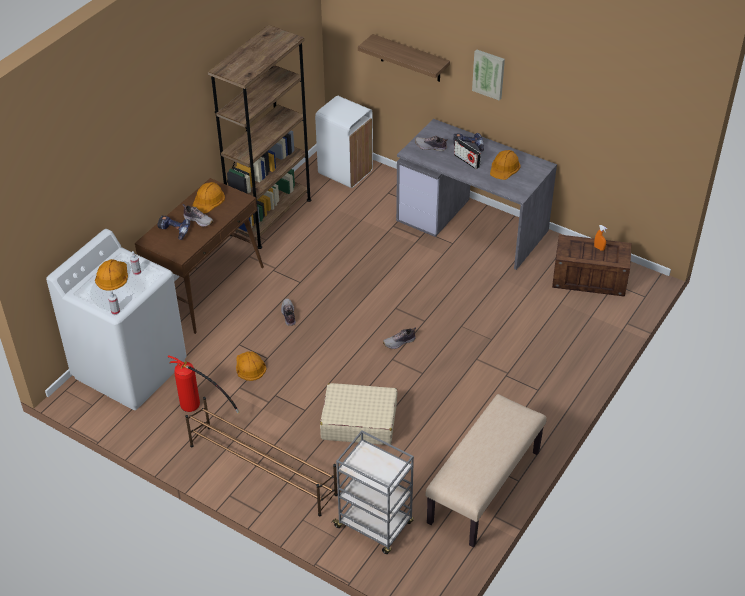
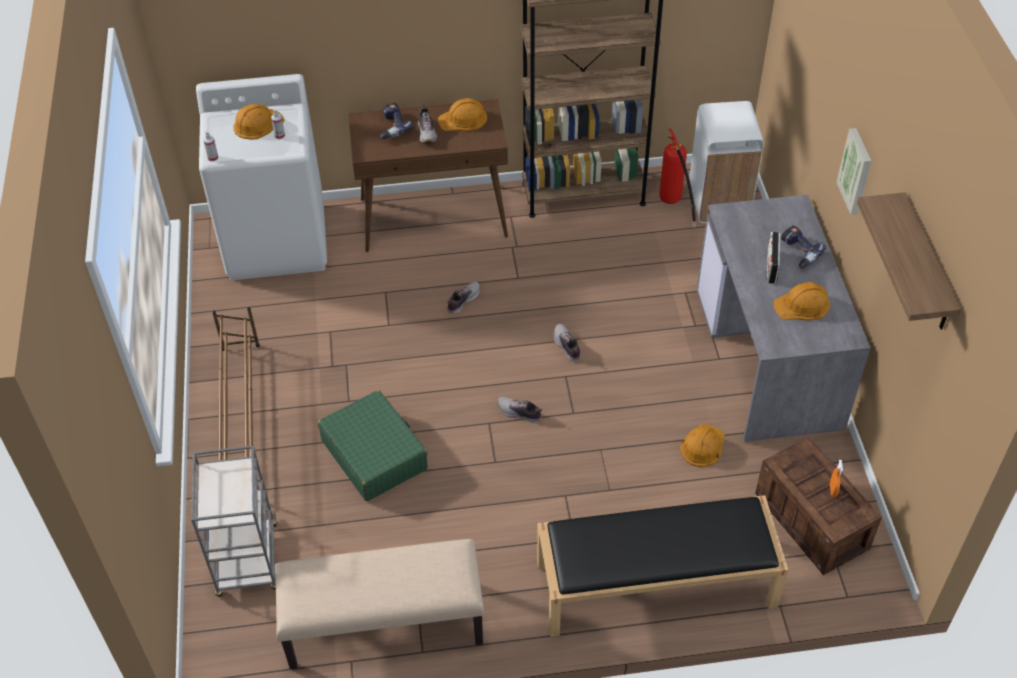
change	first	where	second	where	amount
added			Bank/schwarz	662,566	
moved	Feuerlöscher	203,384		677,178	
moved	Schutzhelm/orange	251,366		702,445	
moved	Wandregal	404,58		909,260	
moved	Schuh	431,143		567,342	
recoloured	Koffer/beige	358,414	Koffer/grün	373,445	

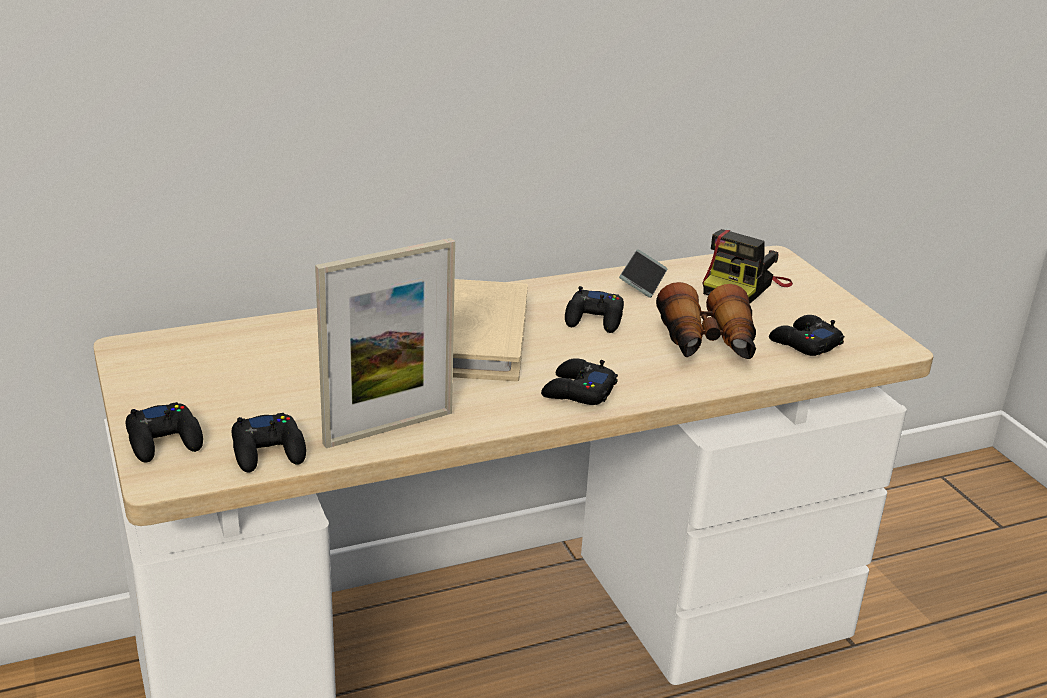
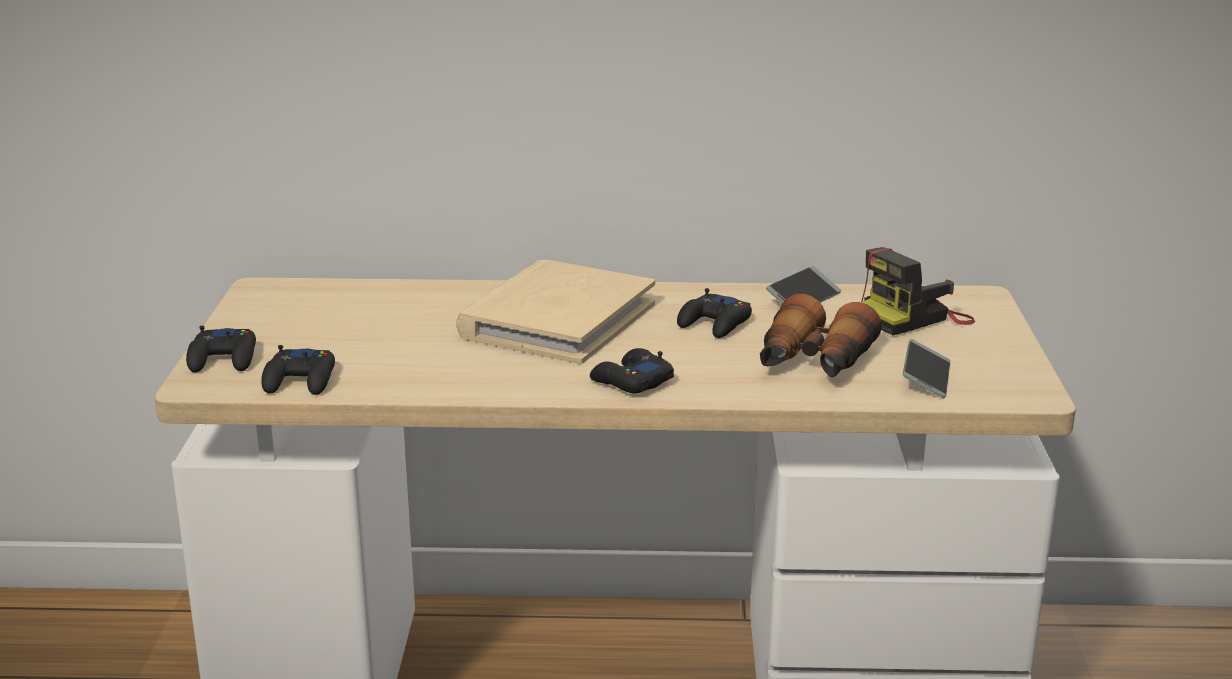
change	first	where	second	where	amount
removed	Bilderrahmen	385,343			
replaced	Gamepad/schwarz	807,335	Handy	926,368	

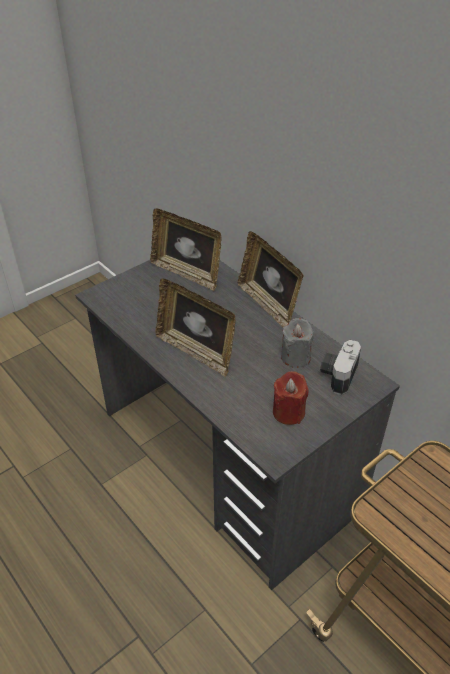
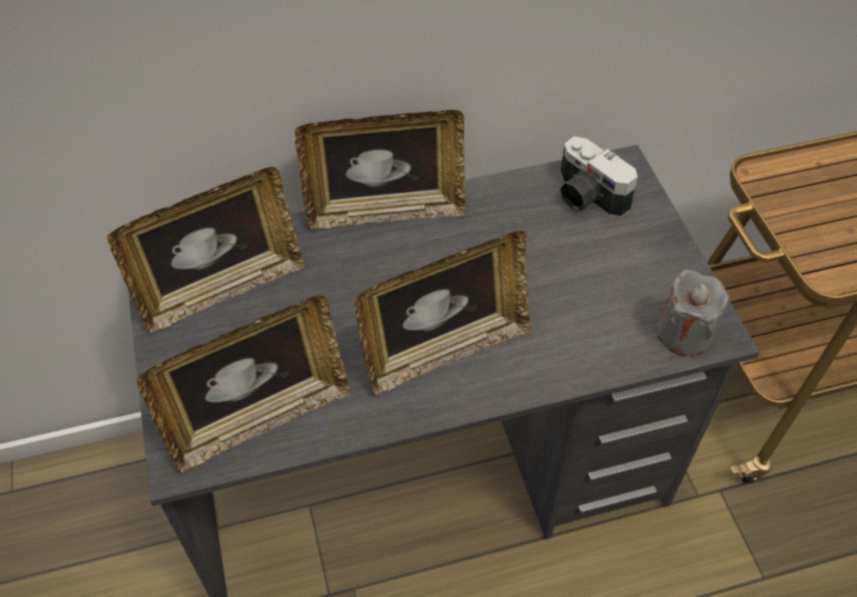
change	first	where	second	where	amount
removed	Kerze/rot	291,398			
added			Bilderrahmen	244,383	
moved	Kerze/grau	297,343		693,312	

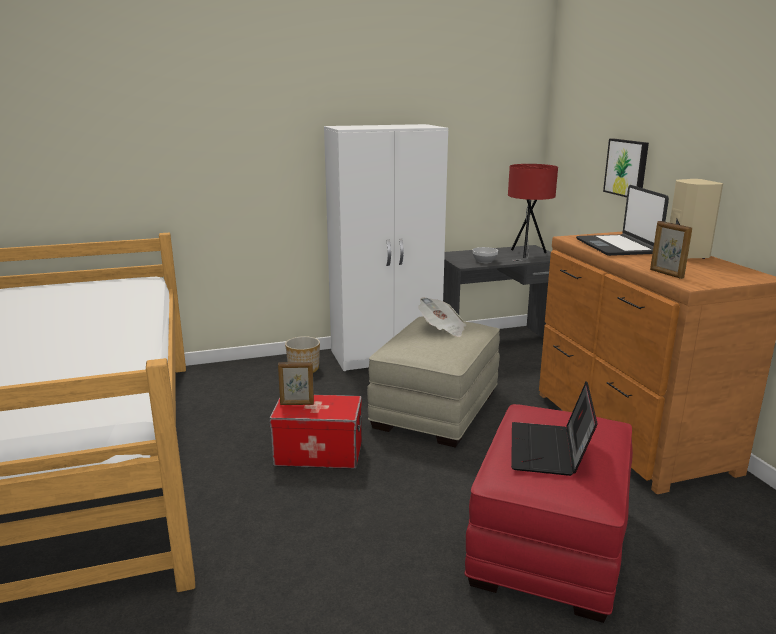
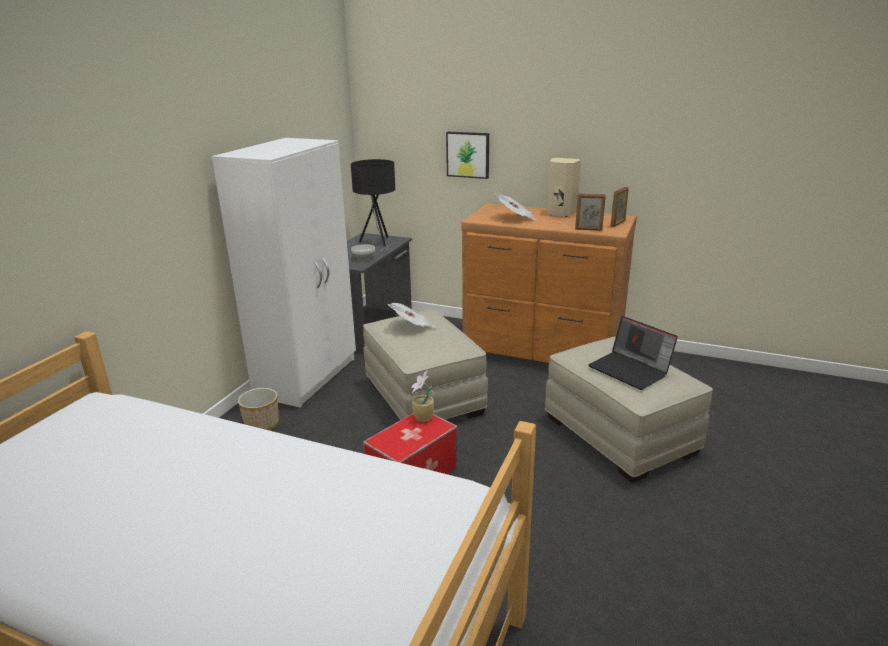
change	first	where	second	where	amount
added			Topfpflanze	422,396	
moved	Bilderrahmen	296,383		620,207	
replaced	Laptop	622,220	Zeitung	515,206	
recoloured	Polsterhocker/rot	549,513	Polsterhocker/beige	629,410	
recoloured	Tischlampe/rot	533,213	Tischlampe/schwarz	373,205	

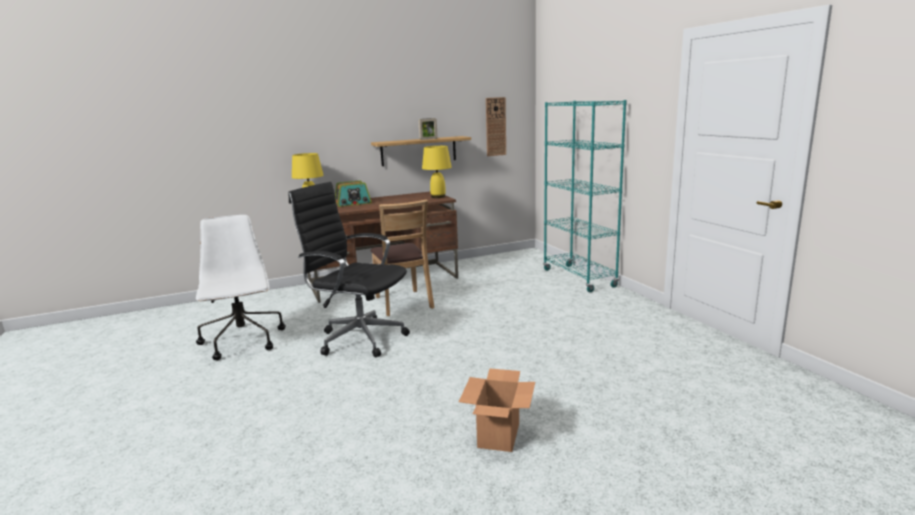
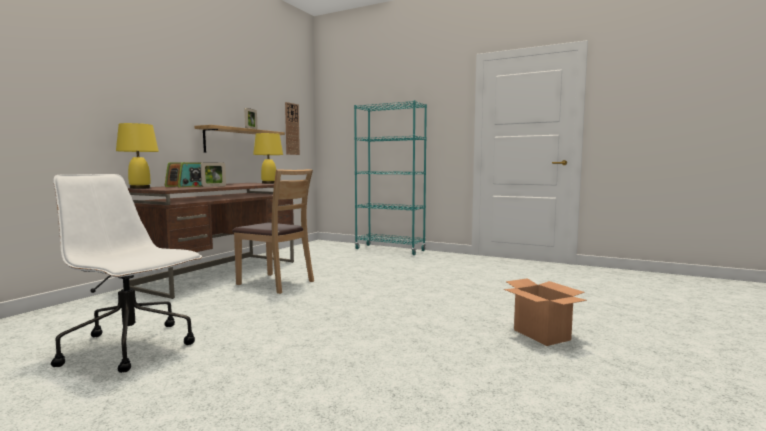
change	first	where	second	where	amount
removed	Bürostuhl/schwarz	349,270			
added			Bilderrahmen	213,174	

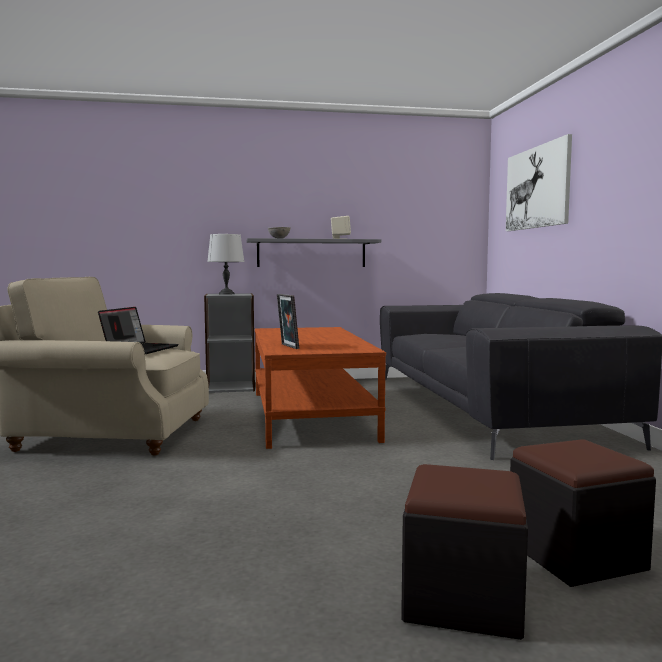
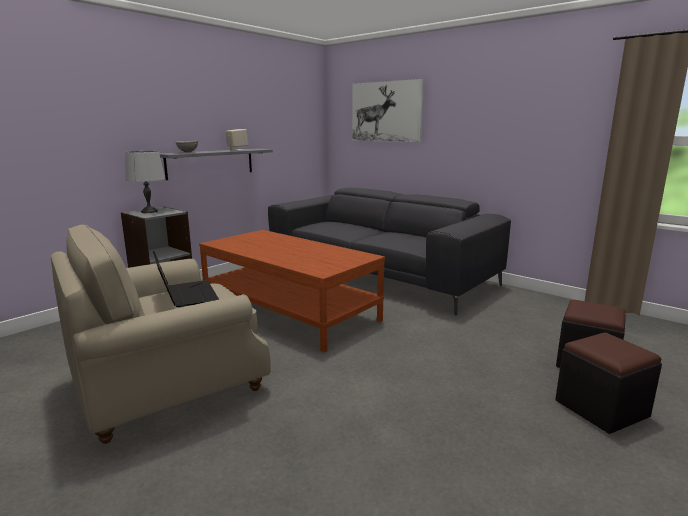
change	first	where	second	where	amount
removed	Bilderrahmen	288,321			

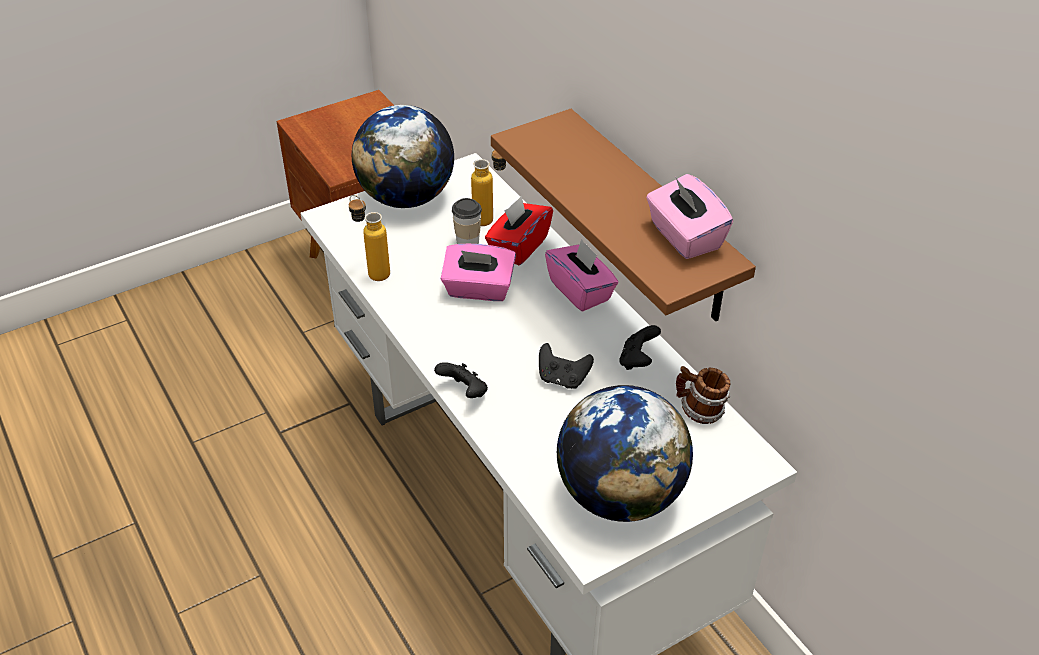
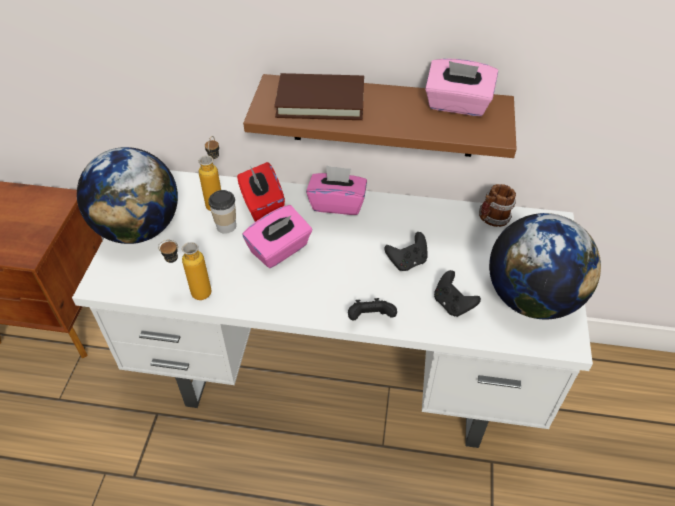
change	first	where	second	where	amount
added			Buch/braun	319,96	
moved	Gamepad/schwarz	640,347		457,293	

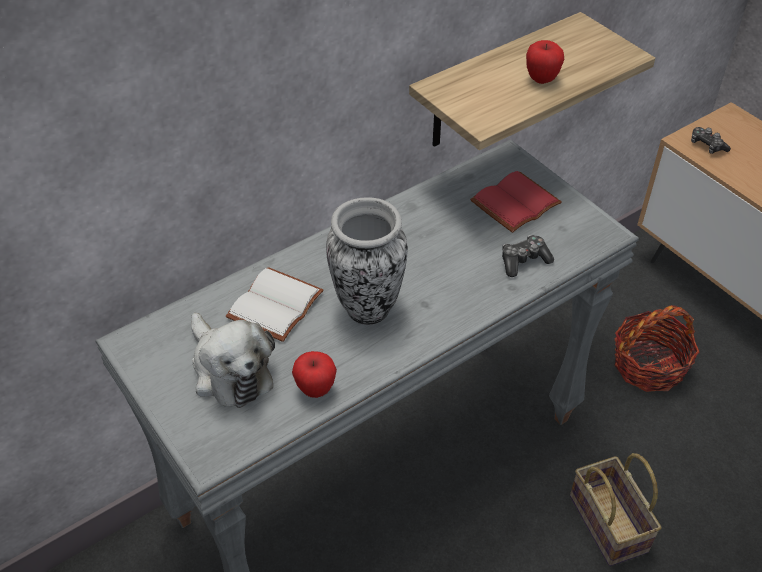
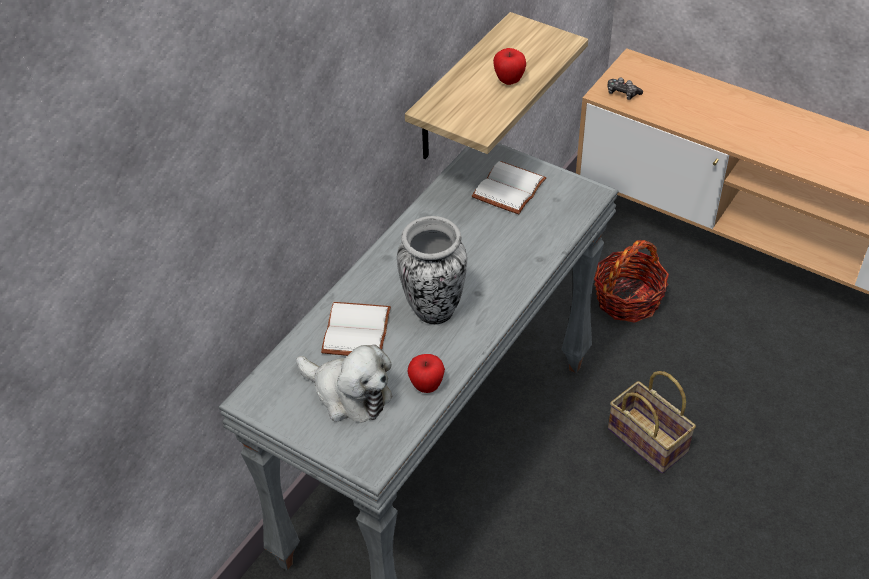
change	first	where	second	where	amount
removed	Gamepad	528,256			
recoloured	Buch/rot	516,202	Buch/weiß	509,187	

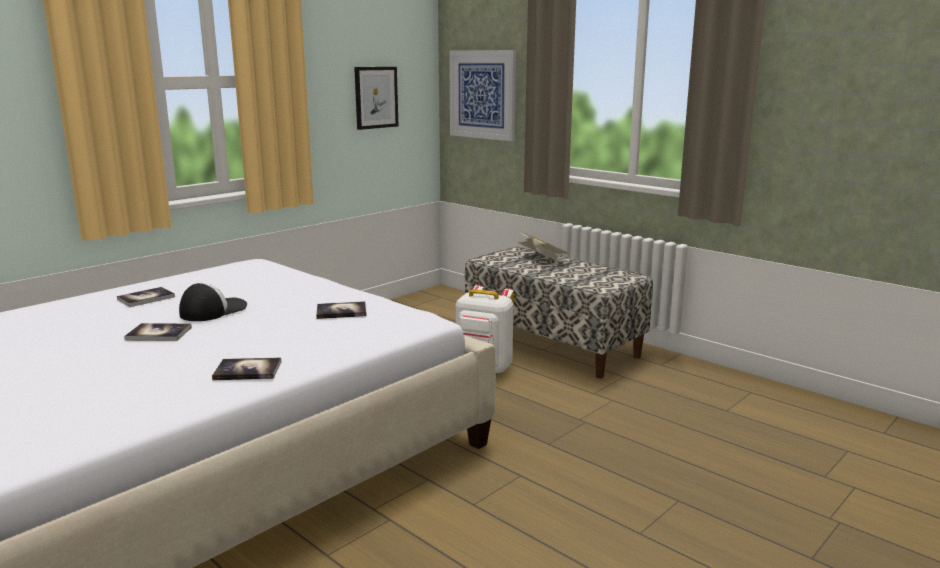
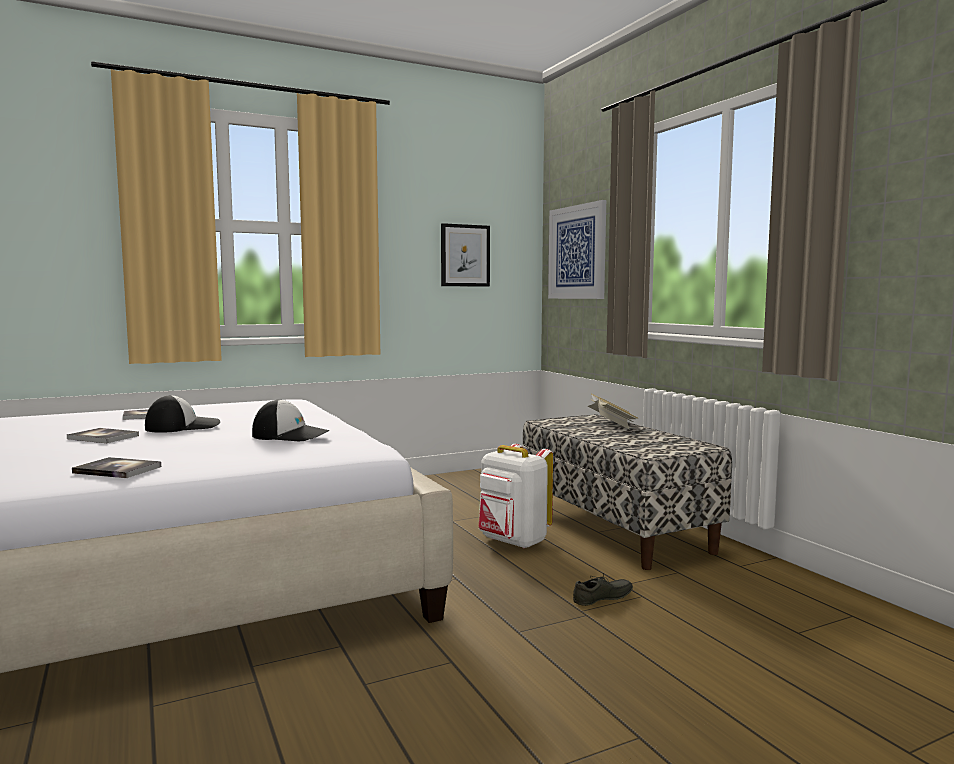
change	first	where	second	where	amount
added			Schuh/grau	603,590	
replaced	Buch	341,310	Kappe	291,420	

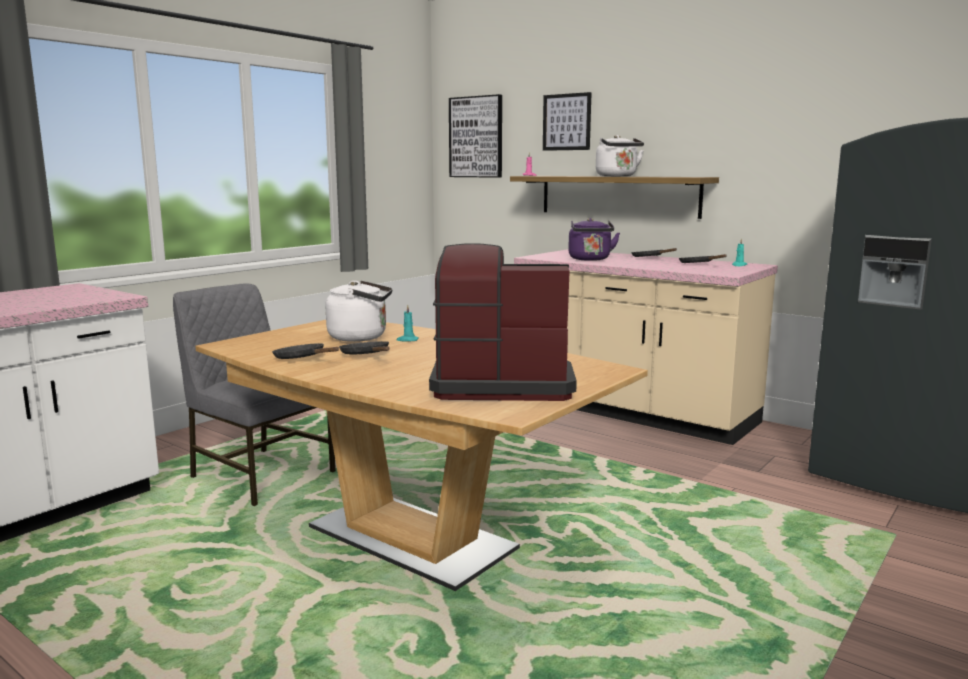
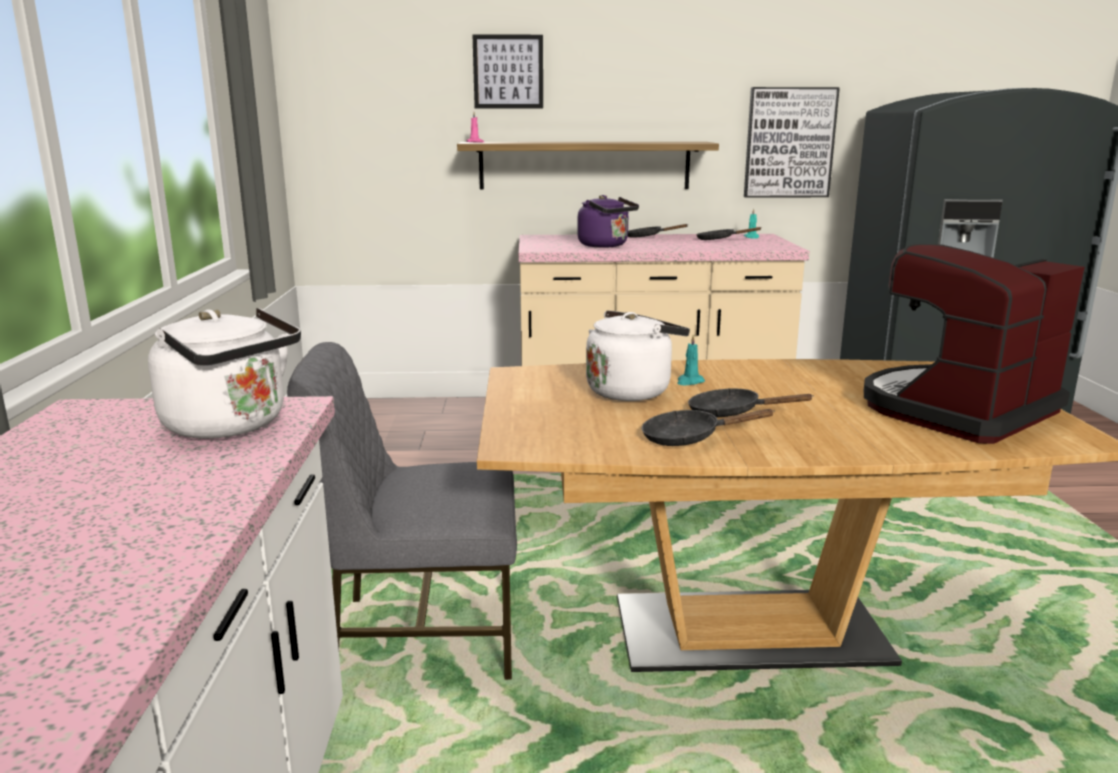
change	first	where	second	where	amount
moved	Bild	475,136		792,142	
moved	Wasserkessel/weiß	620,155		224,373	

